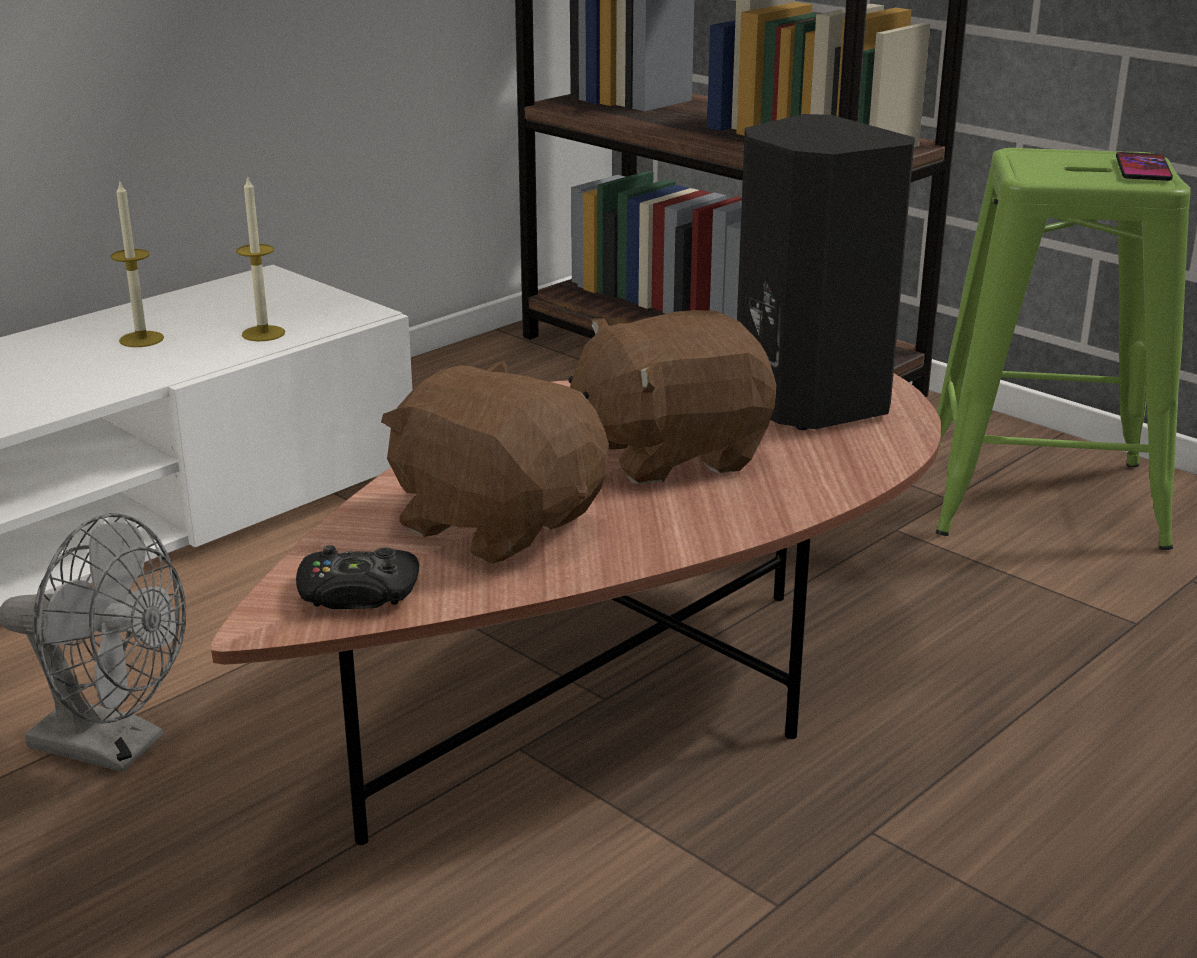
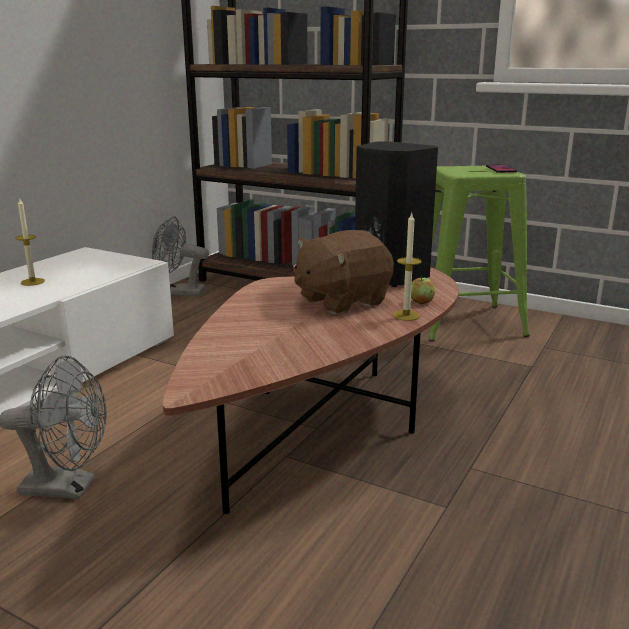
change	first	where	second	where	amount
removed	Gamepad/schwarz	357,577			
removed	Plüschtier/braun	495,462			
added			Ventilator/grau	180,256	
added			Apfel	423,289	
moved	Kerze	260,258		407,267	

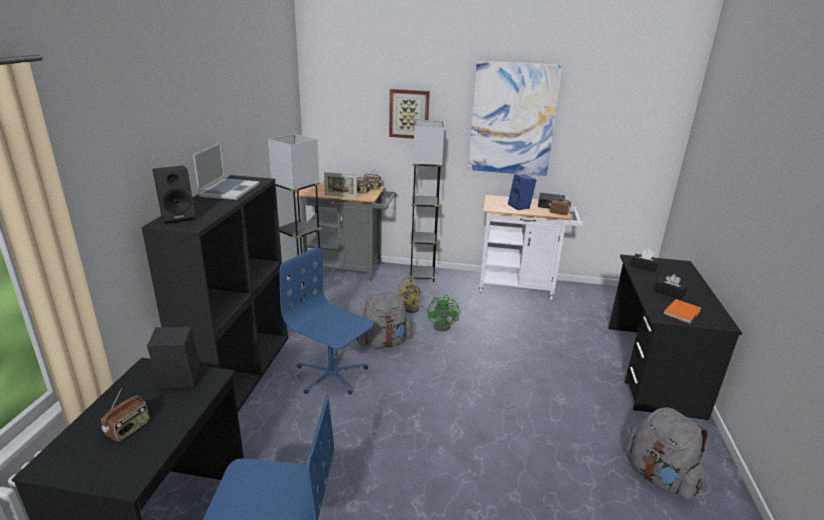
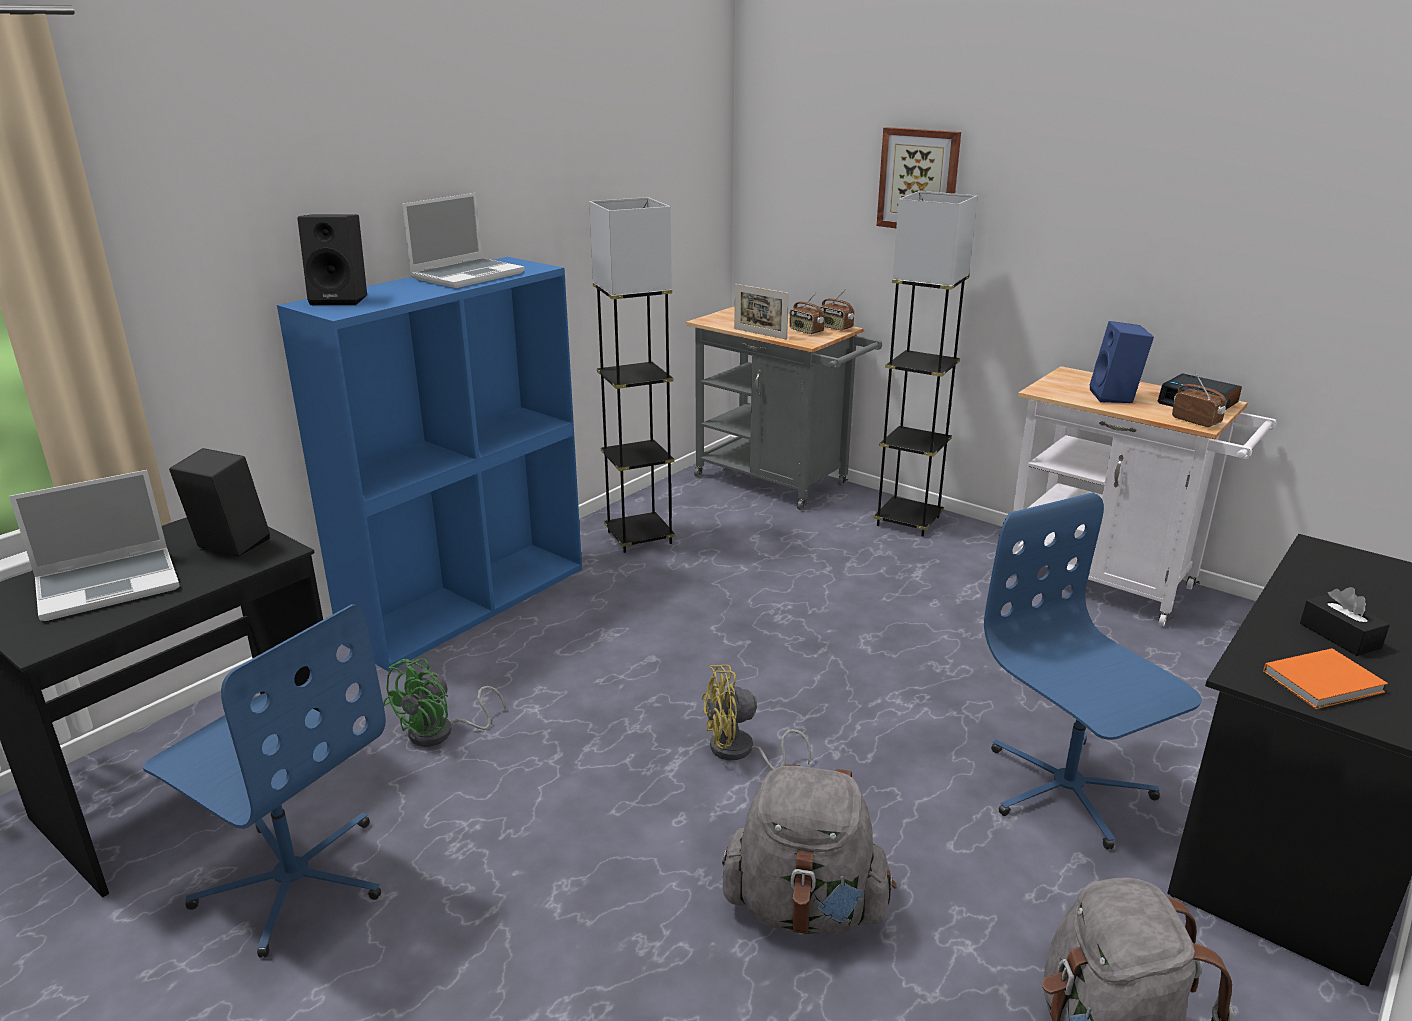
change	first	where	second	where	amount
removed	Bild	515,118			
removed	Taschentuchbox/schwarz	645,260			
moved	Bürostuhl/blau	326,321		1093,670	
moved	Rucksack/grau	385,320		809,849	
moved	Ventilator/gelb	418,295		756,717	
moved	Ventilator/grün	443,313		444,702	
replaced	Radio	125,415	Laptop	94,545	
recoloured	Bücherregal/schwarz	214,293	Bücherregal/blau	429,464	

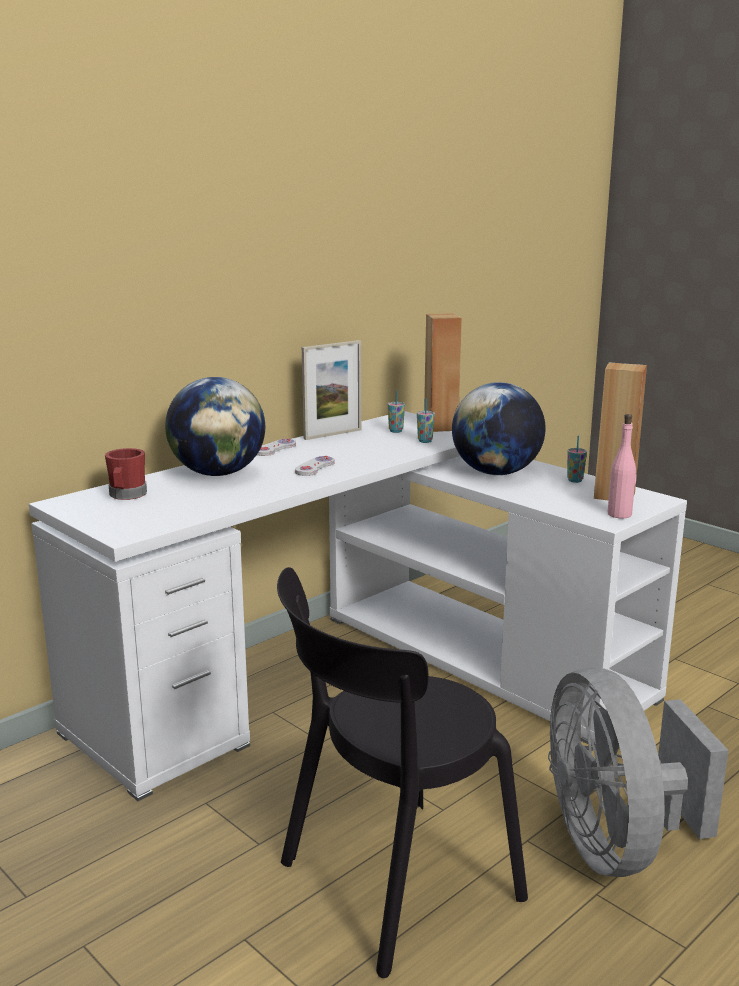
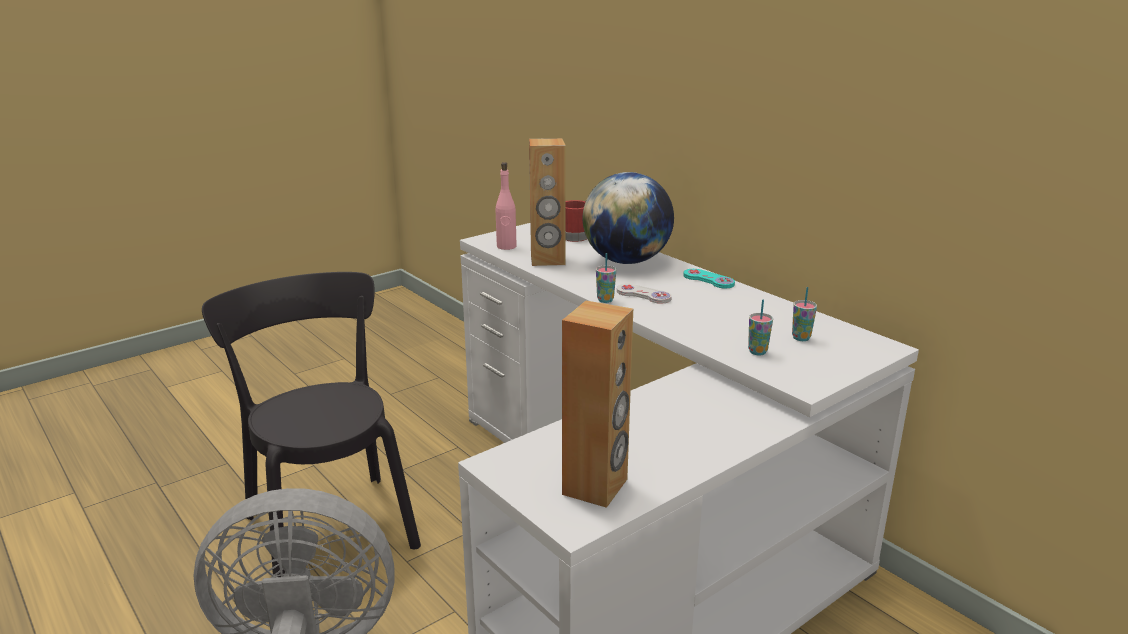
change	first	where	second	where	amount
removed	Bilderrahmen	331,390			
removed	Globus	498,428			
moved	Lautsprecher/braun	443,372		547,202	
moved	Tasse	577,459		606,278	
moved	Flasche/rosa	621,466		506,206	
recoloured	Gamepad/weiß	276,447	Gamepad/türkis	709,278	

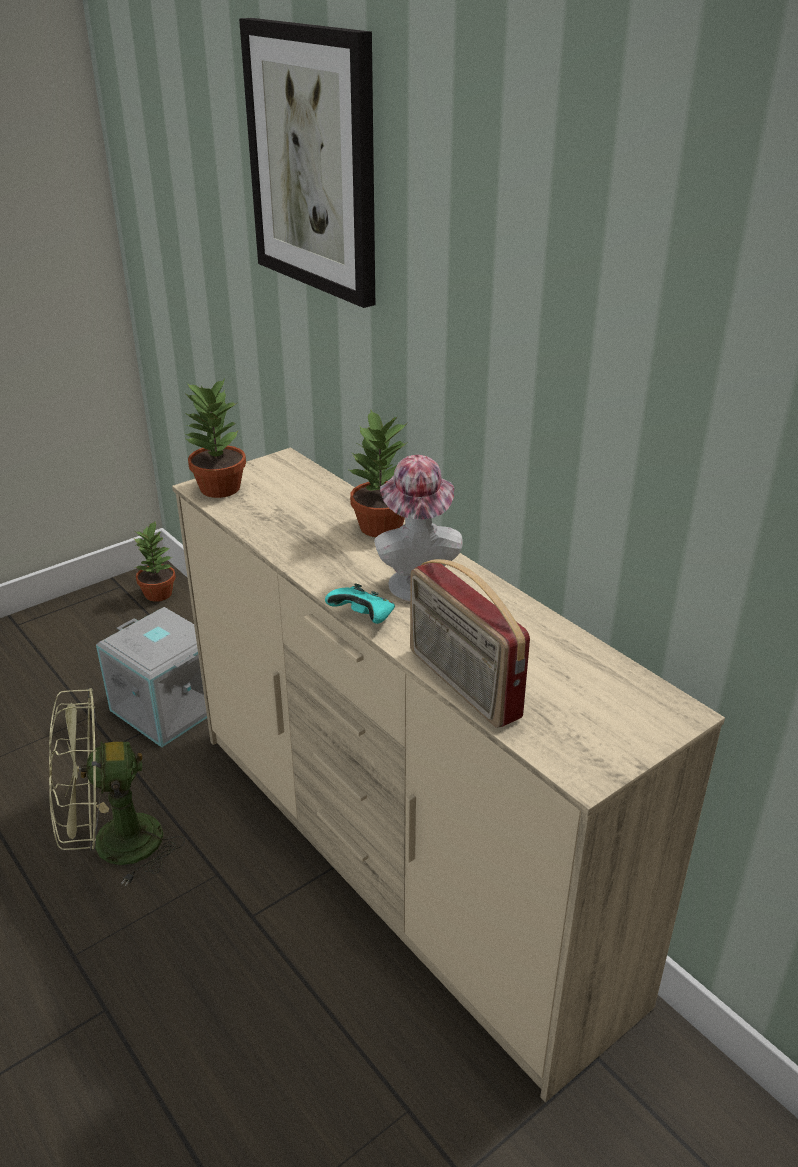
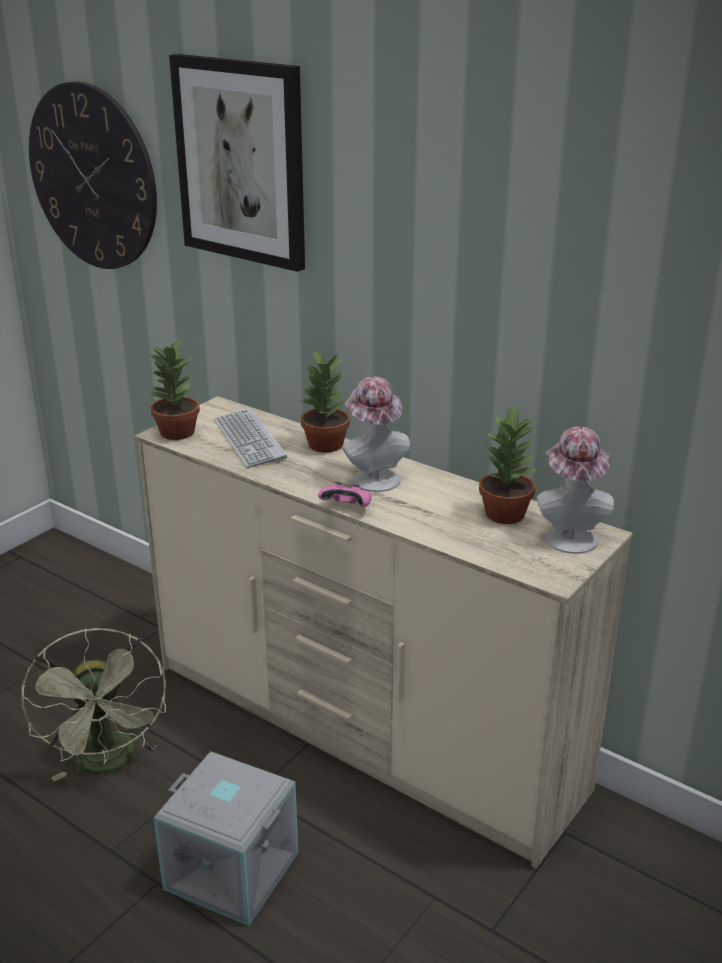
change	first	where	second	where	amount
removed	Radio	470,643			
added			Wanduhr	93,175	
added			Tastatur	250,438	
added			Hut	575,490	
moved	Aufbewahrungsbox/grau	151,677		226,838	
moved	Topfpflanze	155,561		508,464	
recoloured	Gamepad/türkis	360,603	Gamepad/rosa	345,494	
turned	Ventilator/grün	117,787		94,705	75 degrees counterclockwise

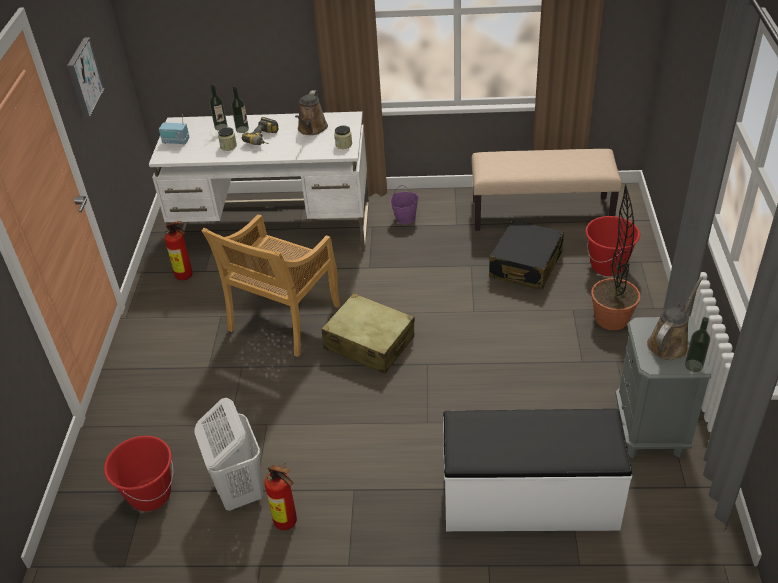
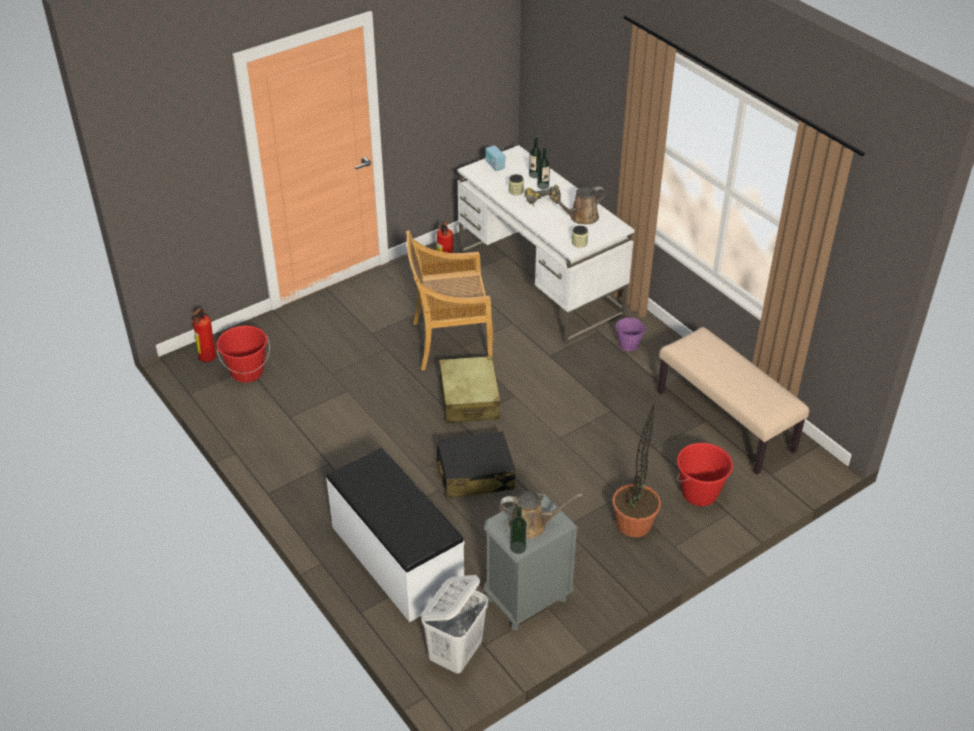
change	first	where	second	where	amount
removed	Bild	86,78			
moved	Wäschekorb/weiß	228,454		454,624	
moved	Feuerlöscher	281,496		204,335	
moved	Koffer/schwarz	526,255		475,465	

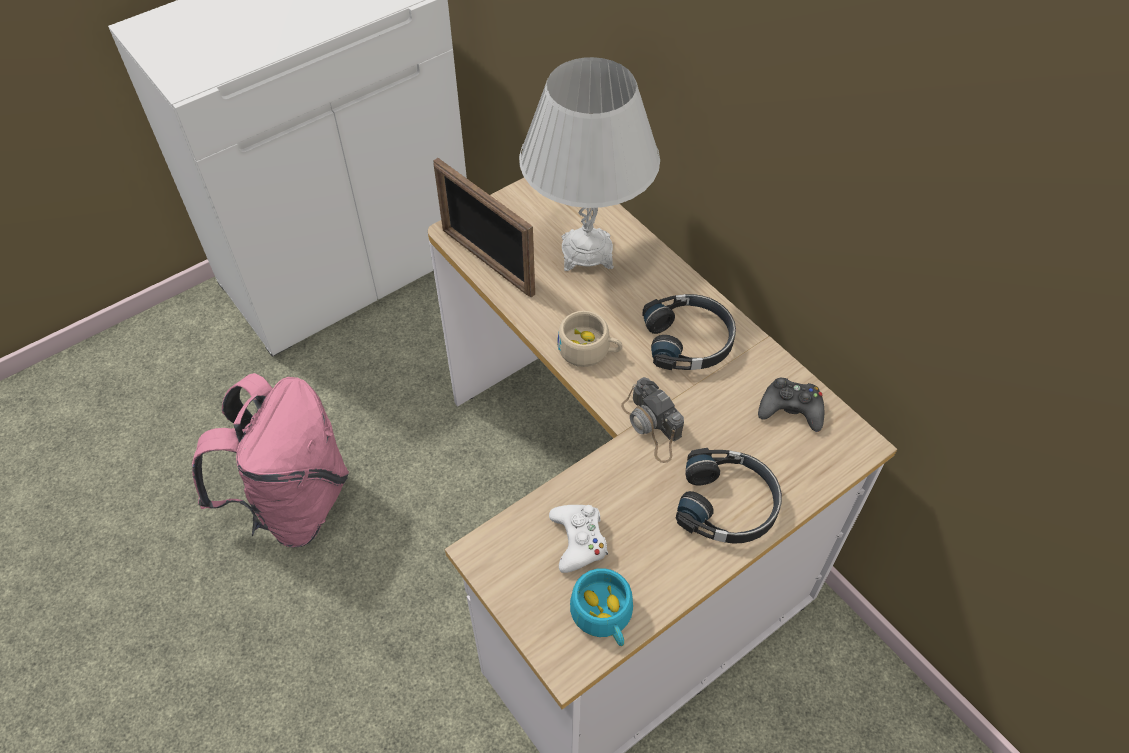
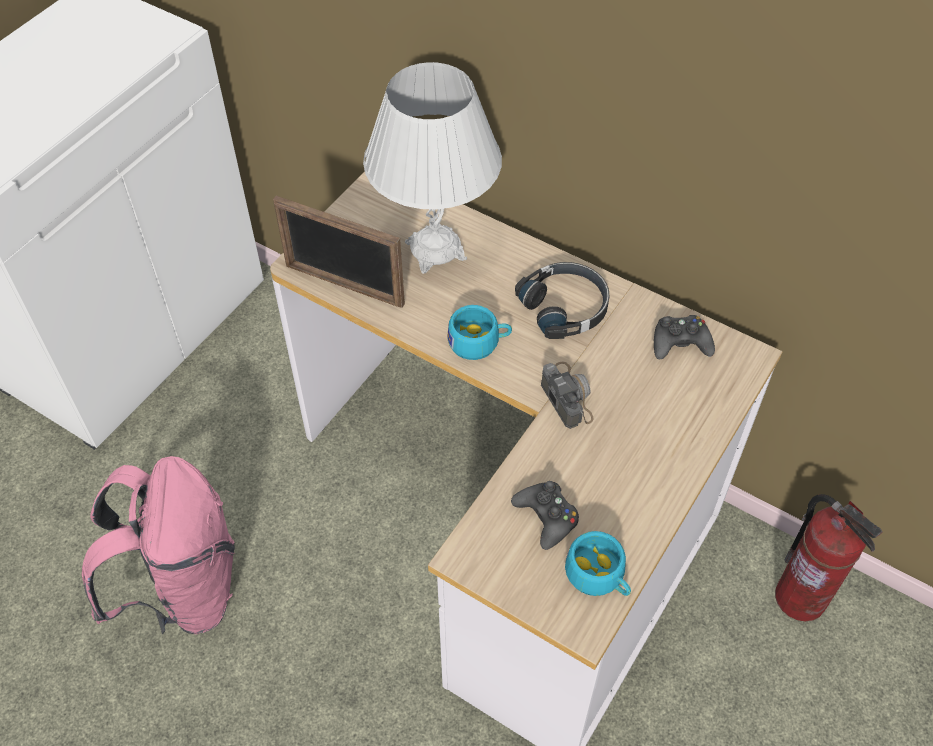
change	first	where	second	where	amount
removed	Kopfhörer/schwarz	729,496			
added			Feuerlöscher	829,557	
recoloured	Gamepad/weiß	578,539	Gamepad/schwarz	545,515	
recoloured	Tasse/beige	590,339	Tasse/türkis	480,332	
turned	Kamera	652,420		567,395	150 degrees counterclockwise

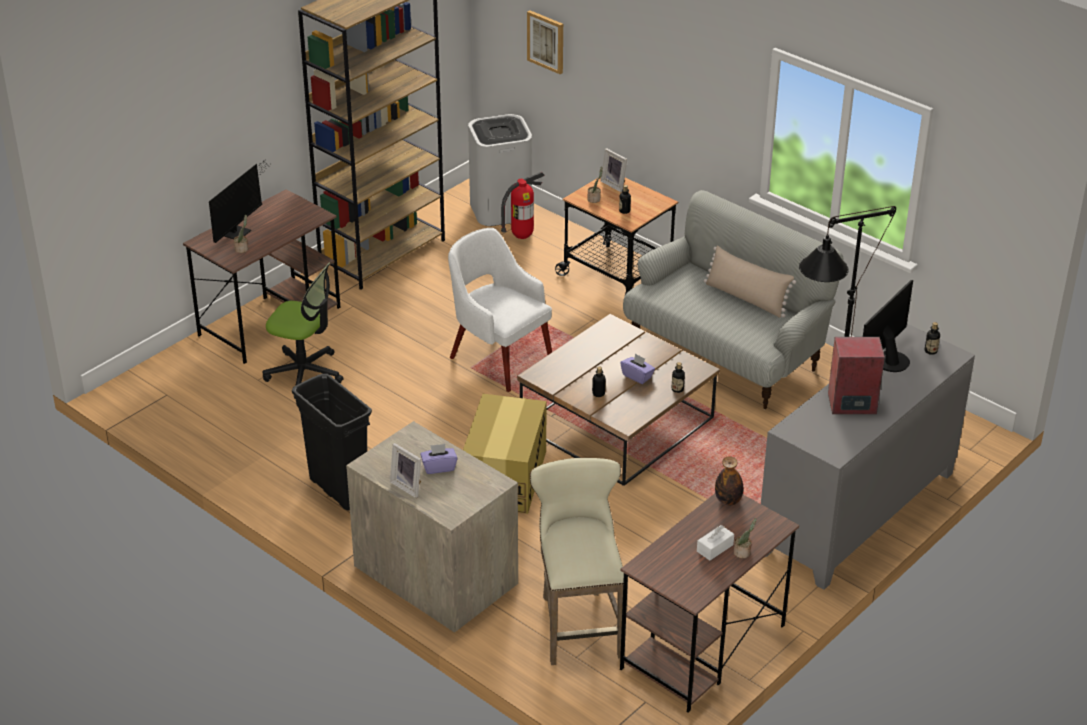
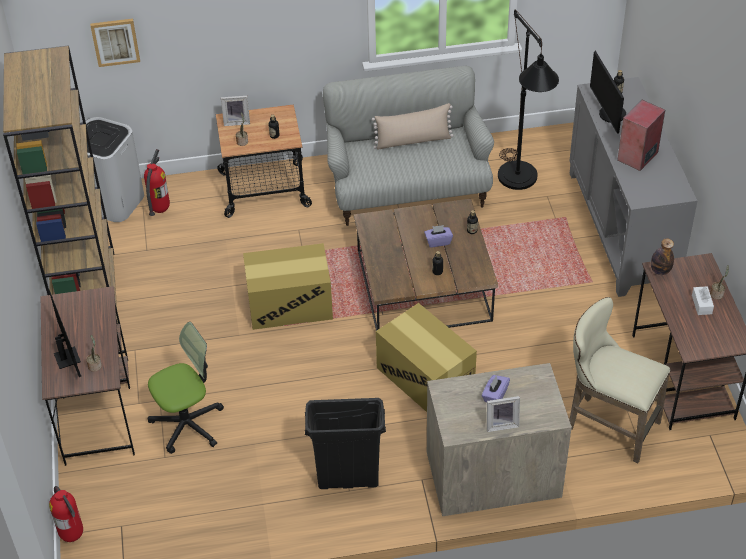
change	first	where	second	where	amount
added			Feuerlöscher	66,514	
replaced	Sessel/weiß	500,310	Karton	288,286	

